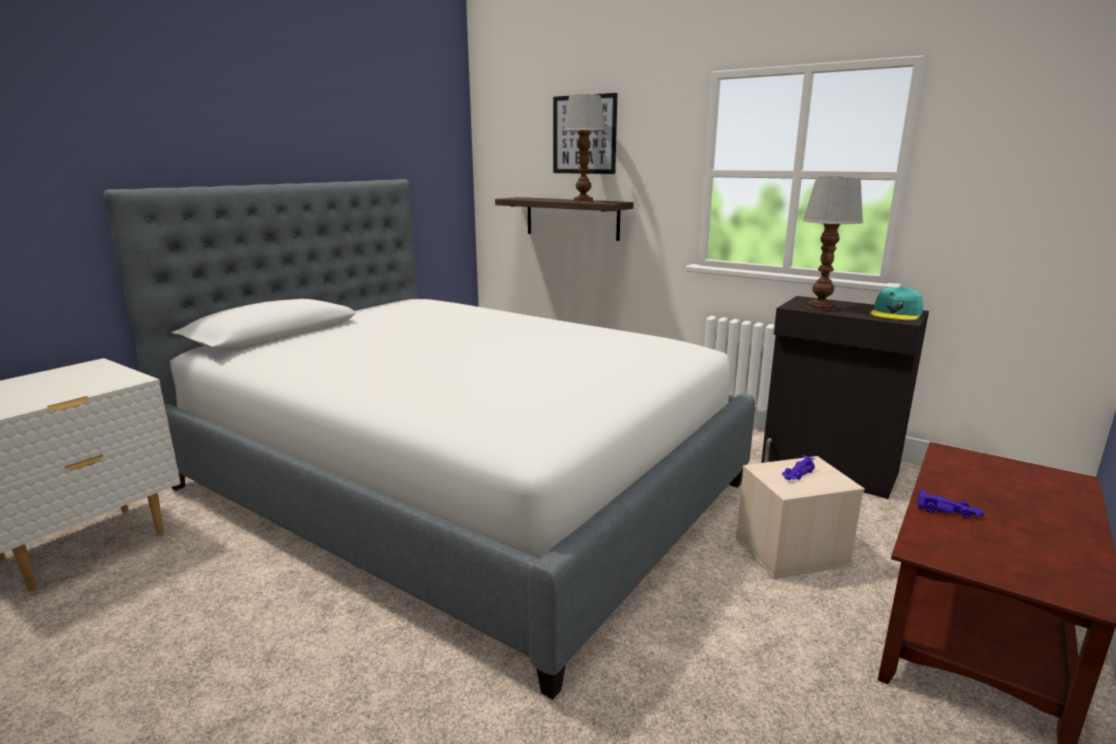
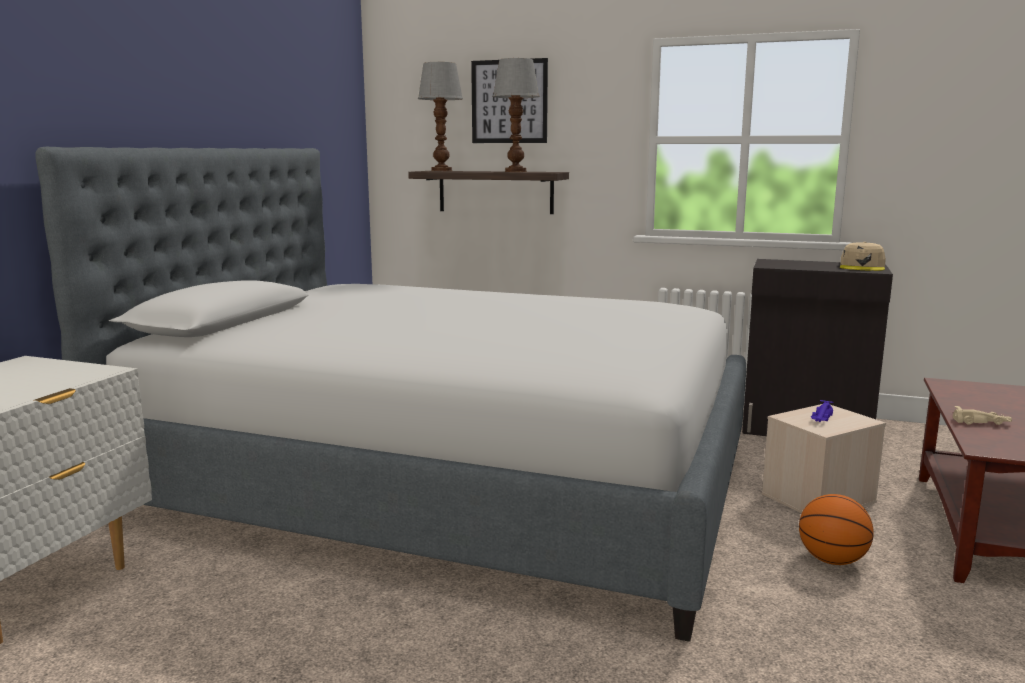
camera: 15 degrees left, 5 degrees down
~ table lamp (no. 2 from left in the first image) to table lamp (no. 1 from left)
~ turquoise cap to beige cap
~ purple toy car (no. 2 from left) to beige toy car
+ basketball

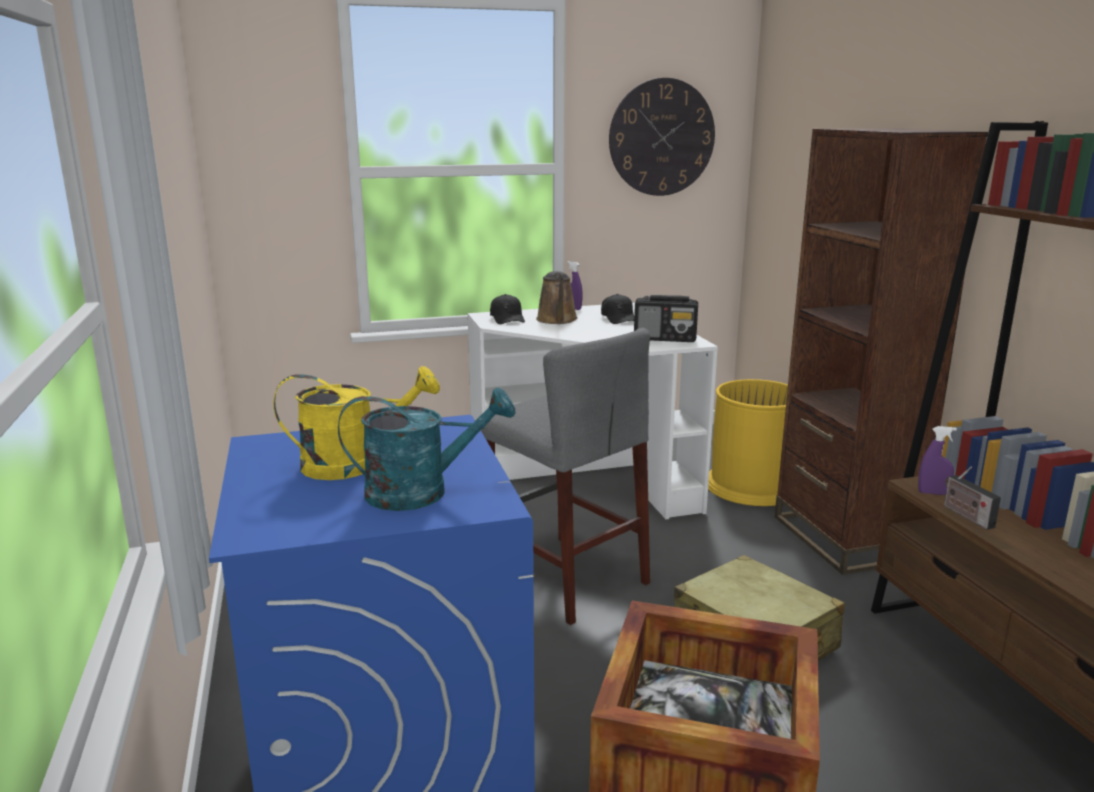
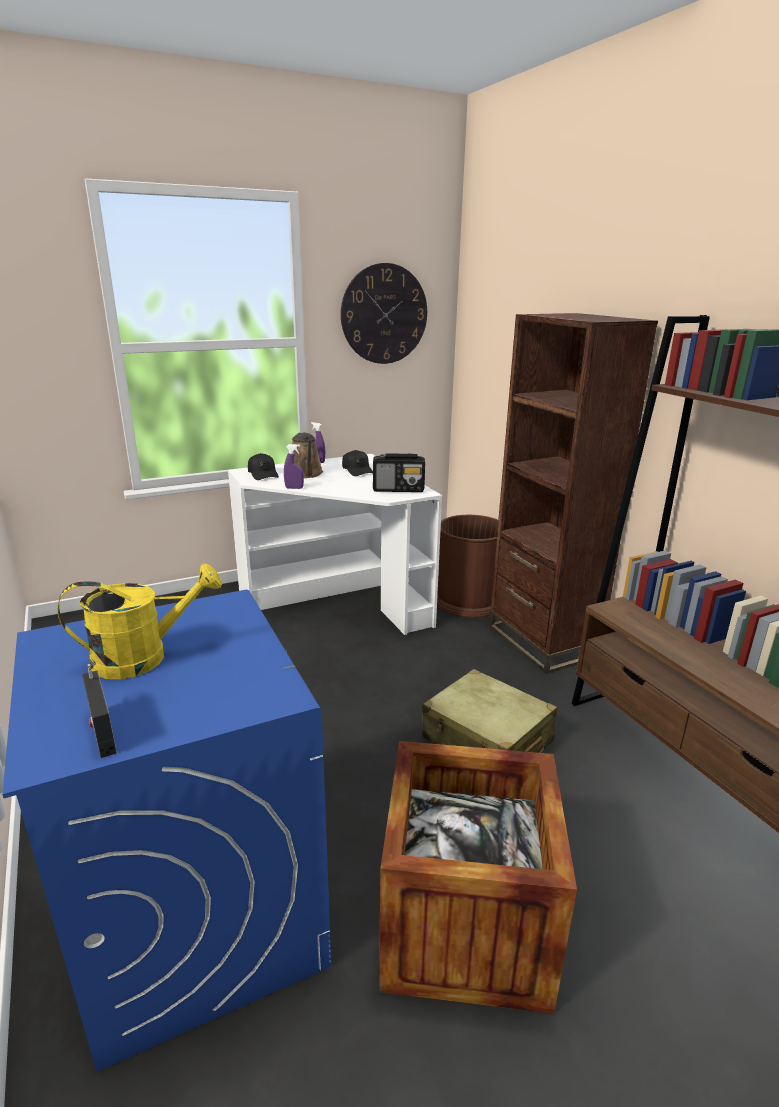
camera: 10 degrees left, 5 degrees up
- turquoise watering can
- grey stool
~ yellow trash can to brown trash can
~ purple spray bottle (no. 2 from left in the first image) to purple spray bottle (no. 1 from left)
~ radio (no. 2 from left in the first image) to radio (no. 1 from left)

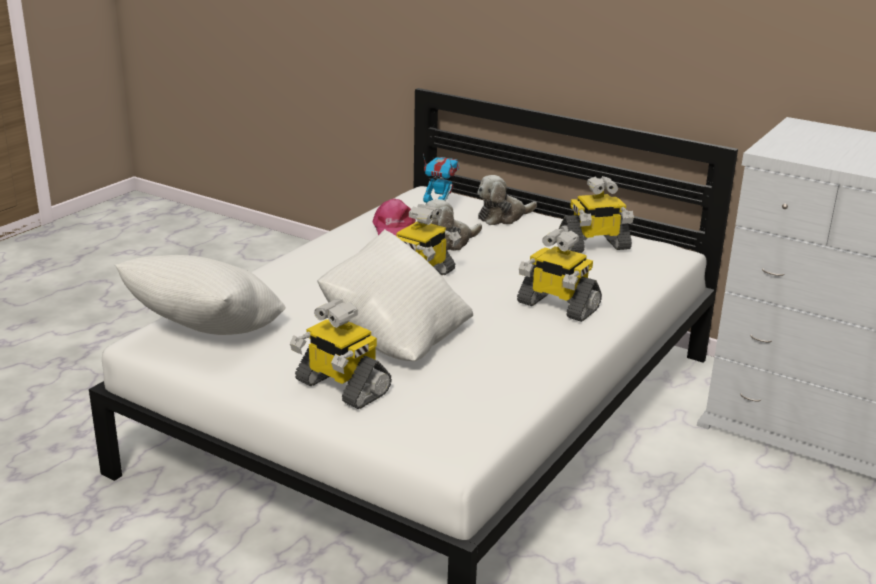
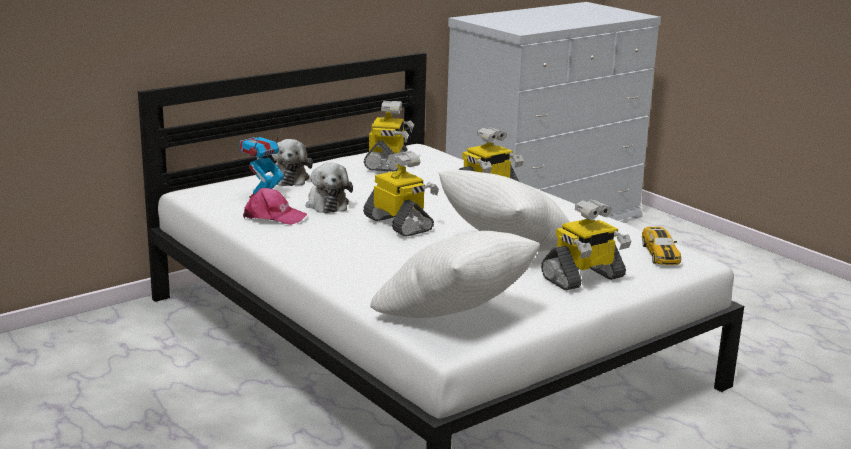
camera: 70 degrees left, 5 degrees down
+ toy car

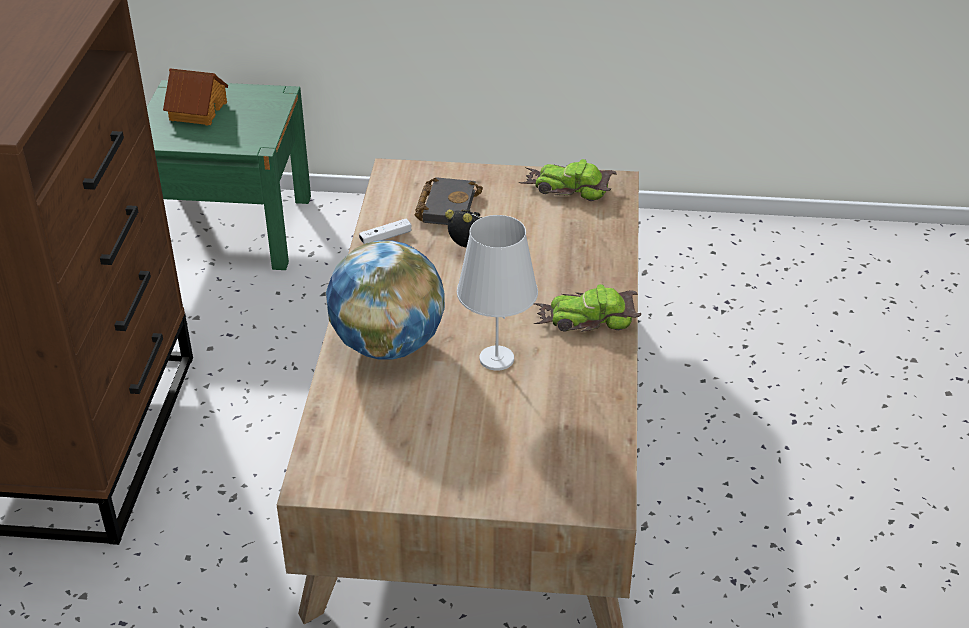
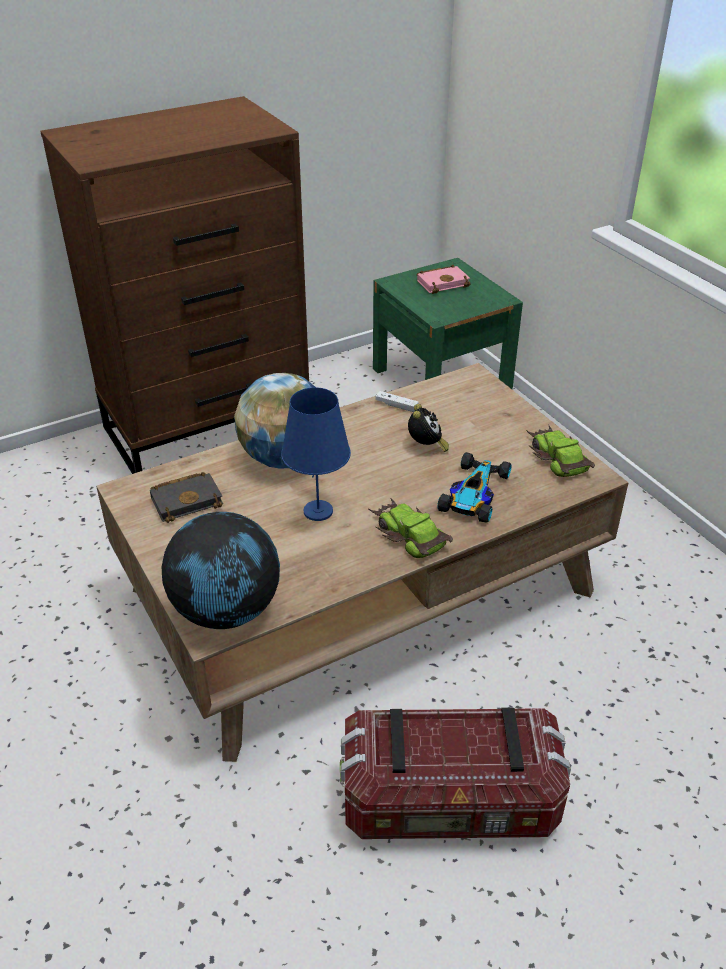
camera: 55 degrees right, 0 degrees up
~ toy house to pink book
~ black book
~ white table lamp to blue table lamp
+ globe (no. 1 from left)
+ storage box
+ toy car (no. 2 from left)

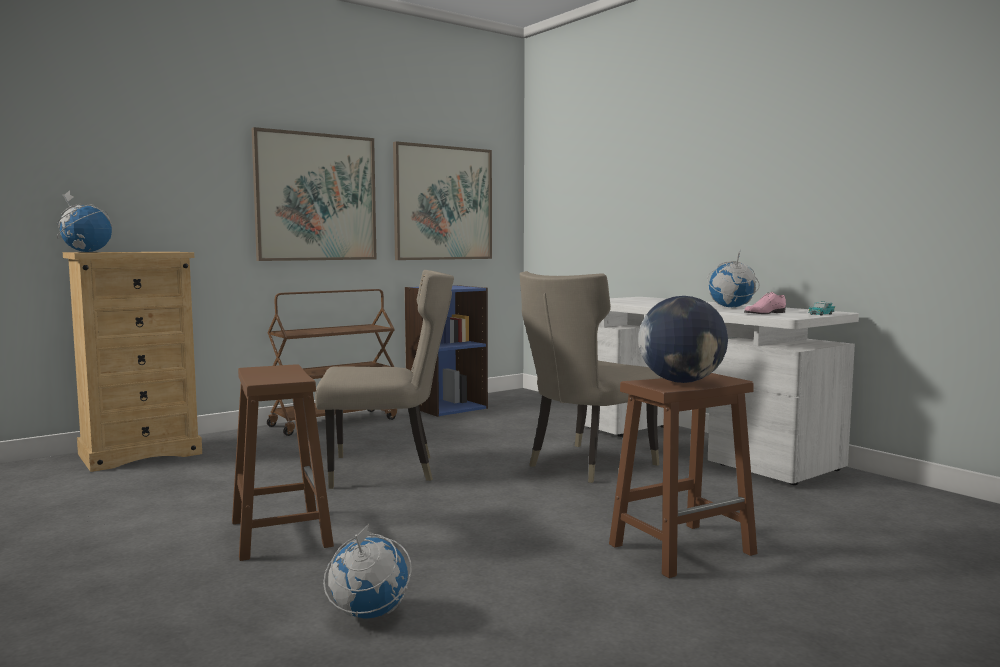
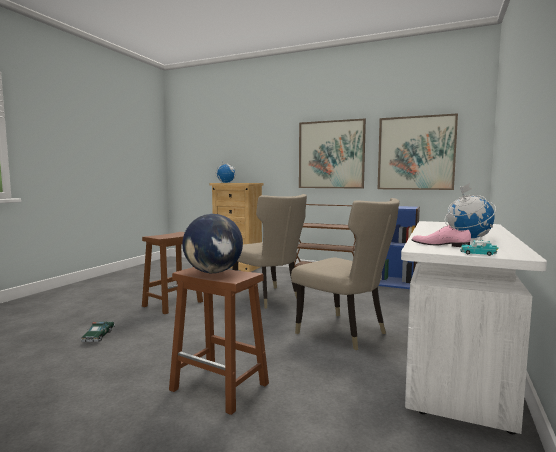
camera: 60 degrees right, 0 degrees up
~ globe (no. 2 from left) to toy car (no. 1 from left)
~ beige chair (no. 2 from left) 150 degrees counterclockwise

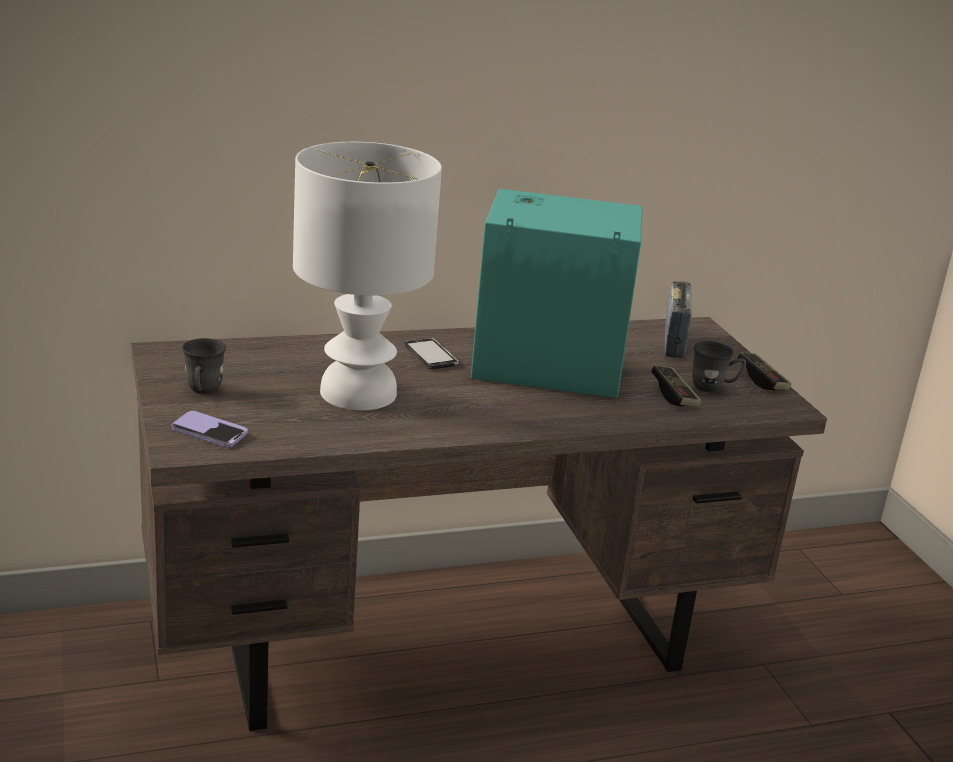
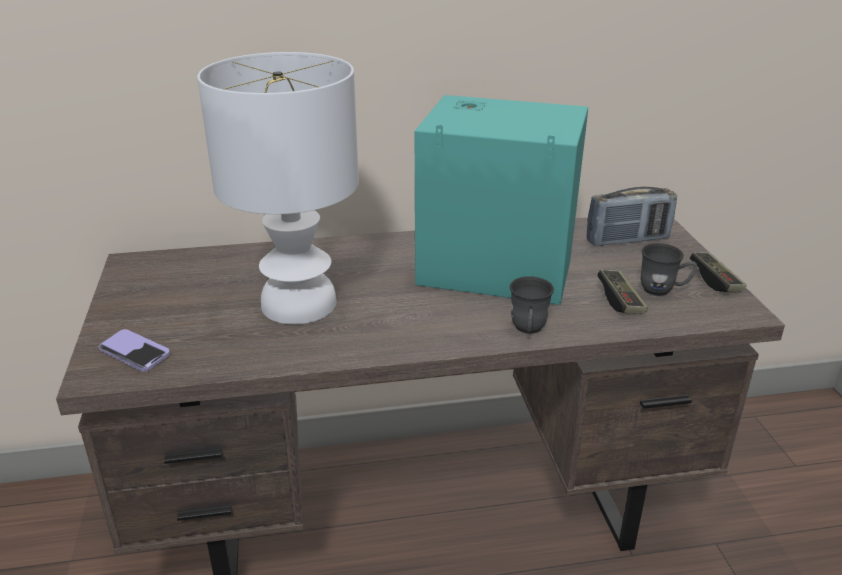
camera: 10 degrees right, 5 degrees up
~ grey mug (no. 1 from left)
- phone (no. 2 from left)
~ radio 60 degrees clockwise

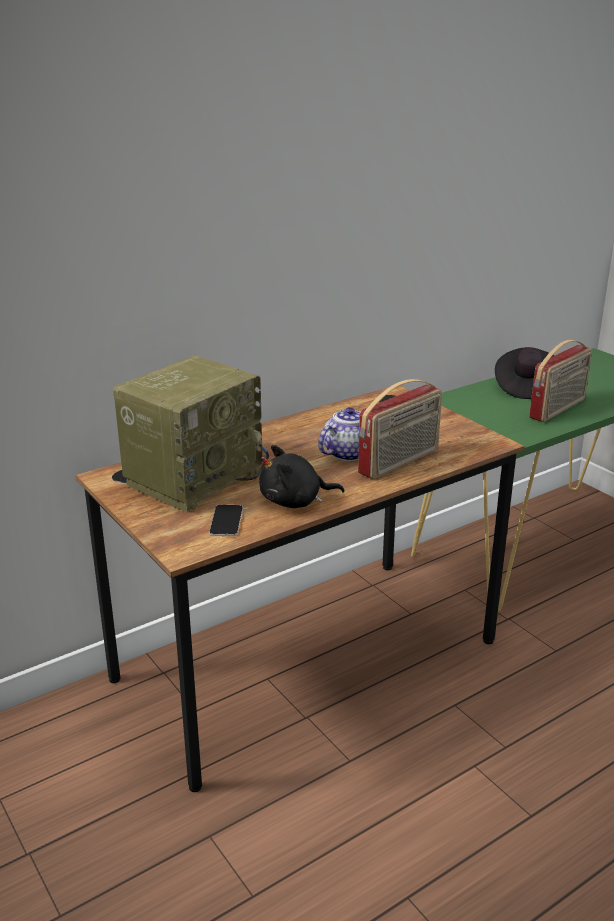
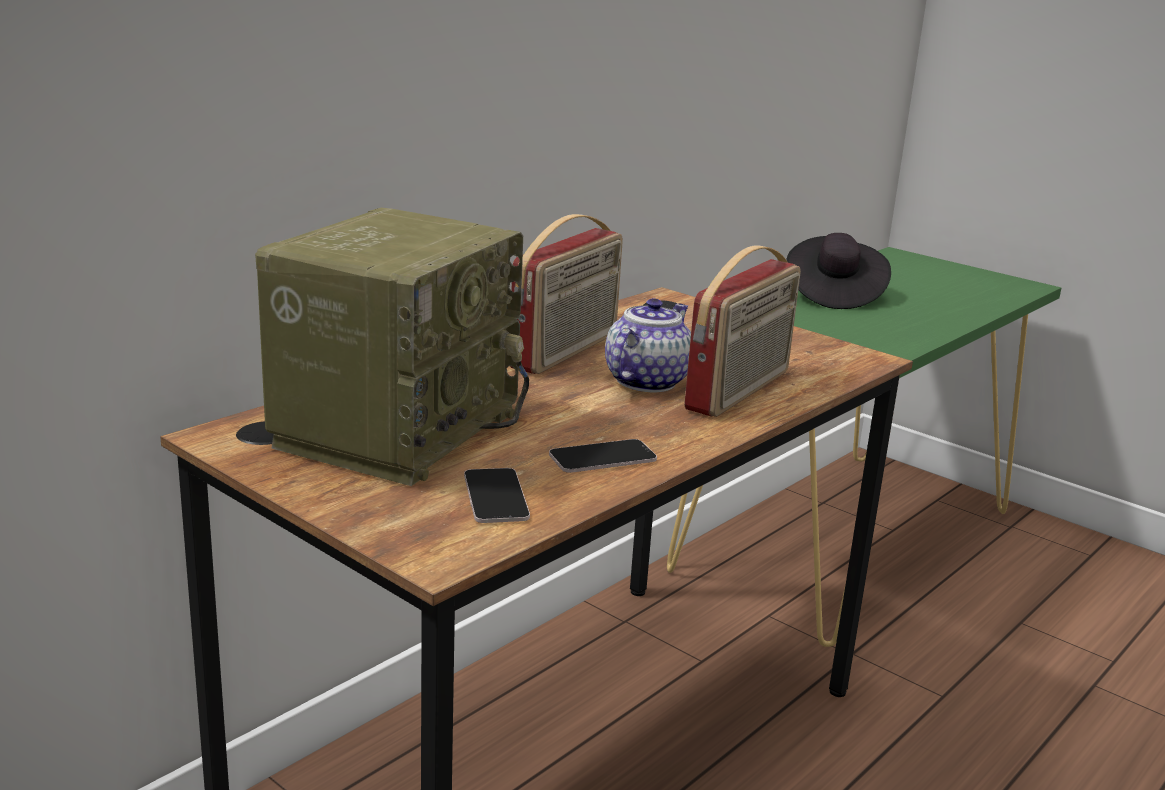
camera: 15 degrees left, 5 degrees down
~ black plush toy to phone (no. 2 from left)
~ radio (no. 3 from left in the first image) to radio (no. 2 from left)

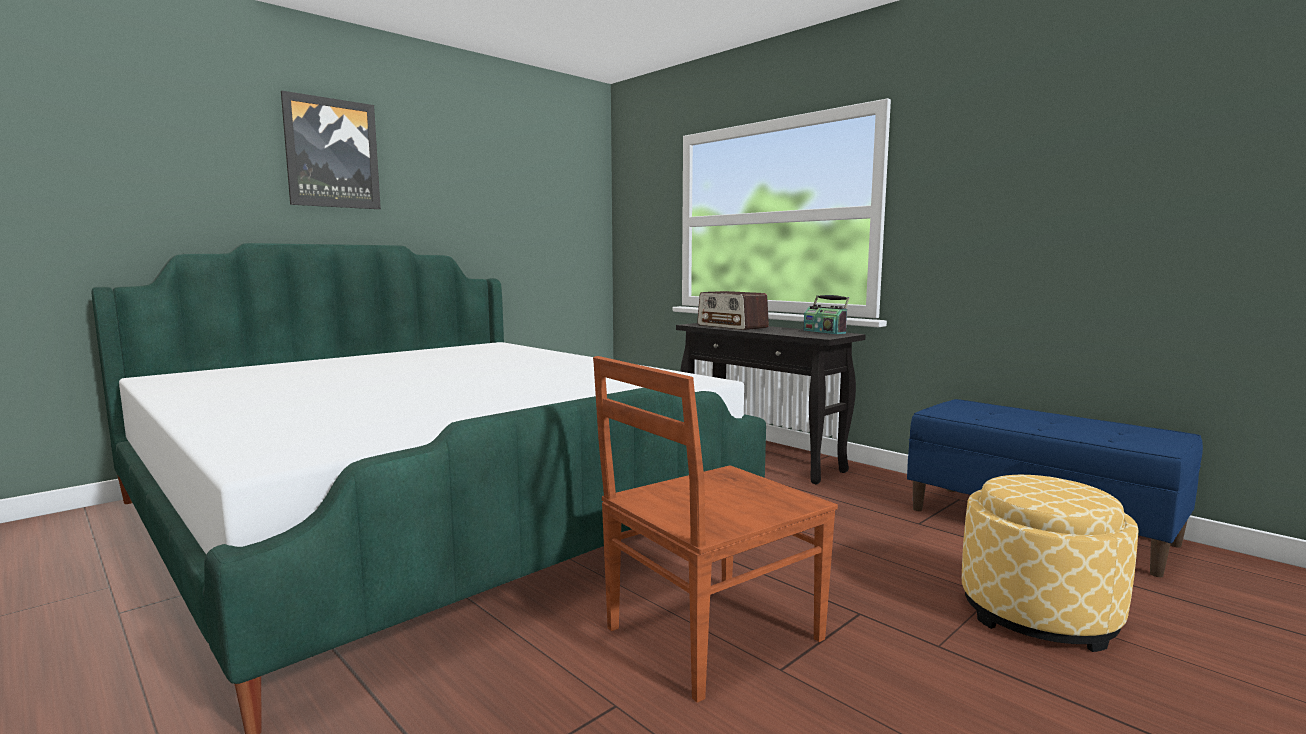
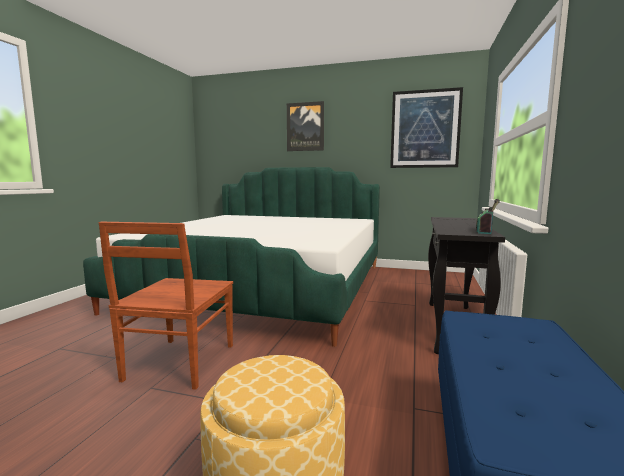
camera: 60 degrees right, 0 degrees up
~ brown chair 105 degrees counterclockwise
- radio (no. 1 from left)
+ picture (no. 2 from left)

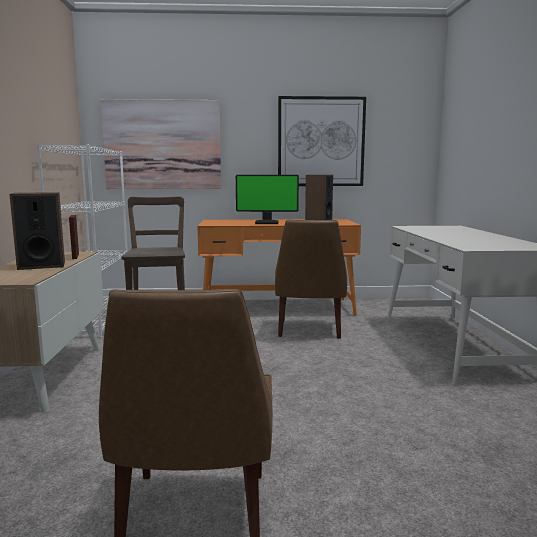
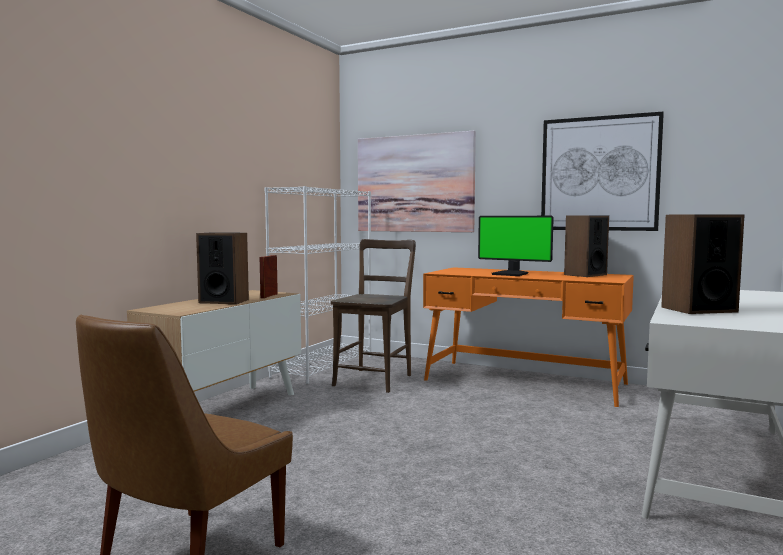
camera: 30 degrees right, 5 degrees down
- brown chair (no. 3 from left)
+ speaker (no. 3 from left)

